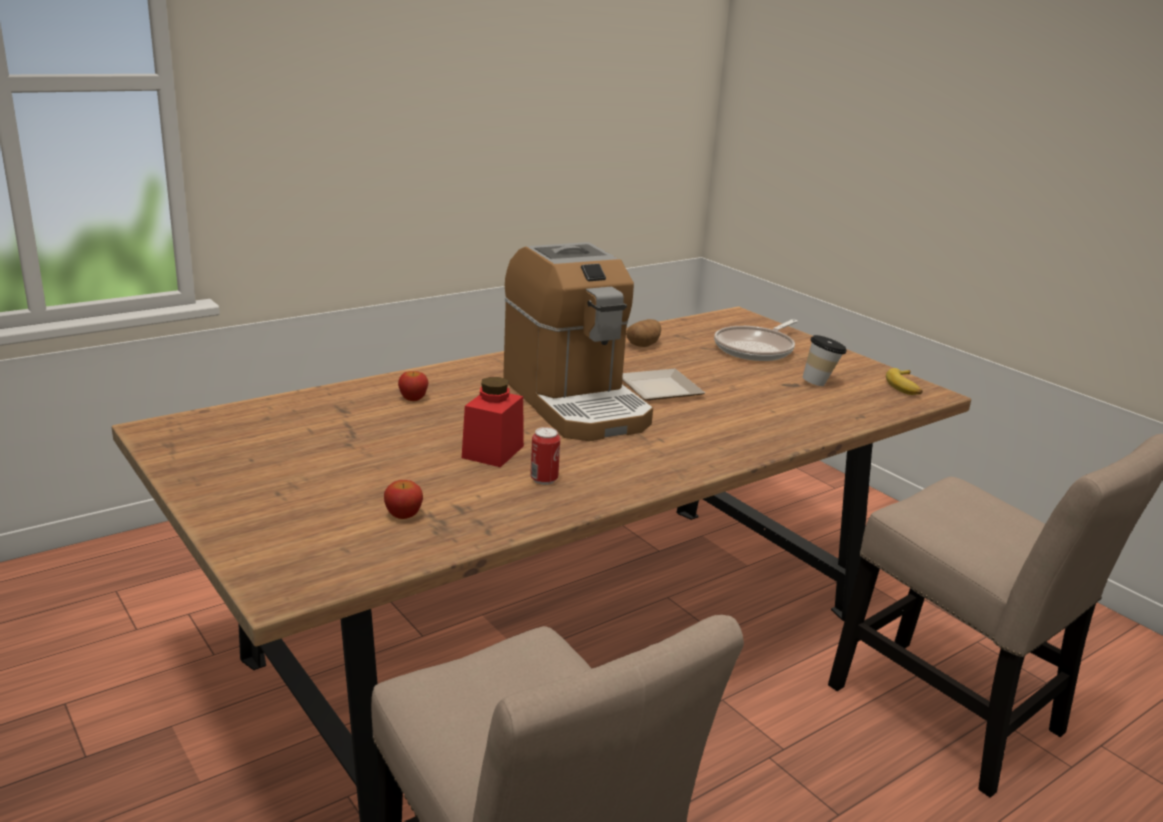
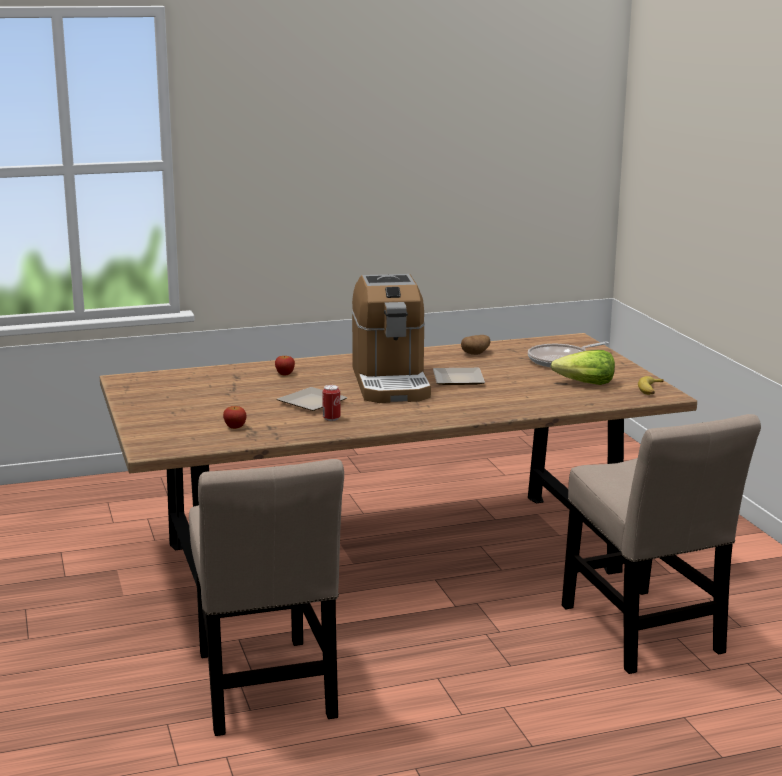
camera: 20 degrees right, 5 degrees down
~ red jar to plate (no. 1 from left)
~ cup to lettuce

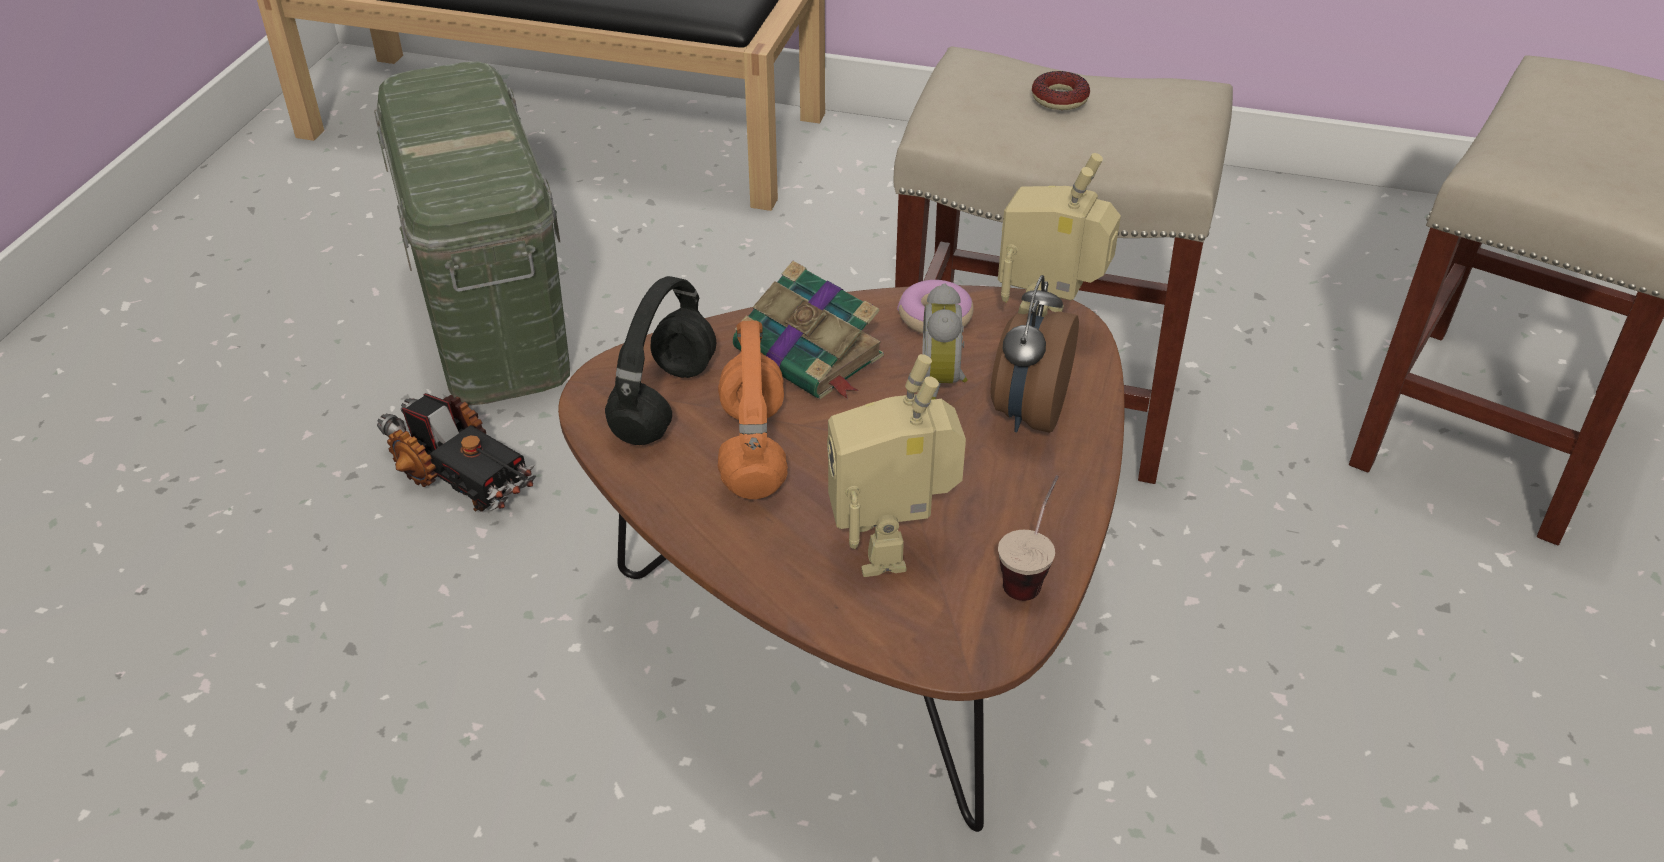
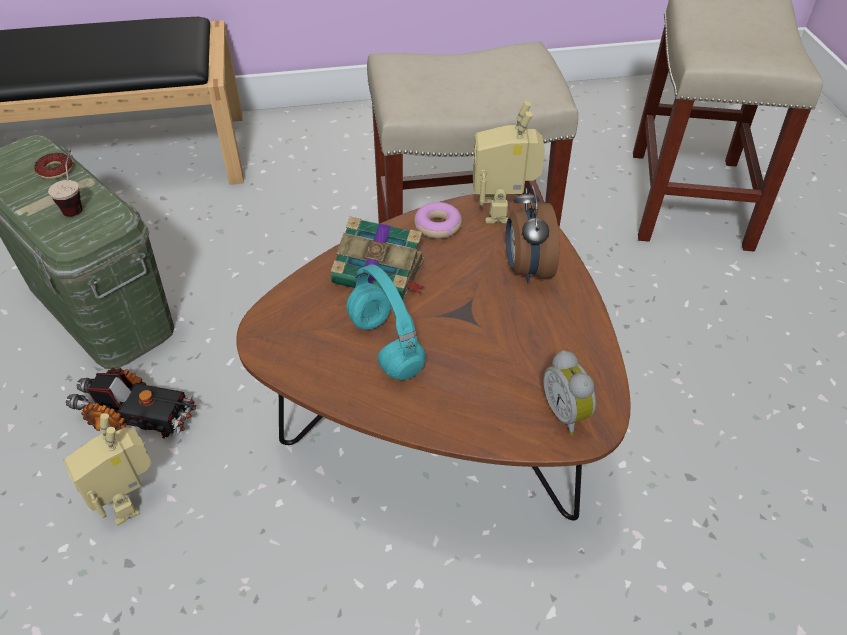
camera: 25 degrees left, 5 degrees up
- black headphones
~ orange headphones to turquoise headphones
~ toy robot (no. 1 from left)
~ alarm clock (no. 1 from left in the first image) to alarm clock (no. 2 from left)
~ cup
~ donut (no. 2 from left in the first image) to donut (no. 1 from left)

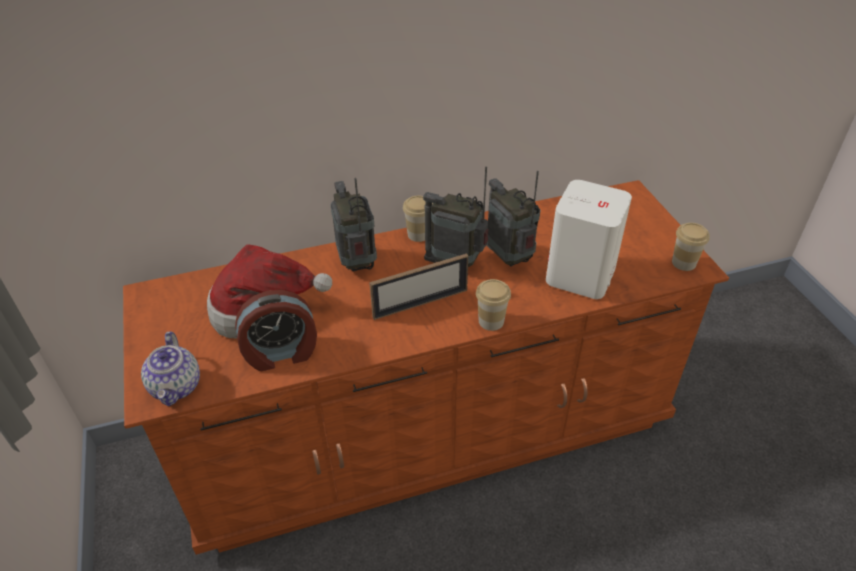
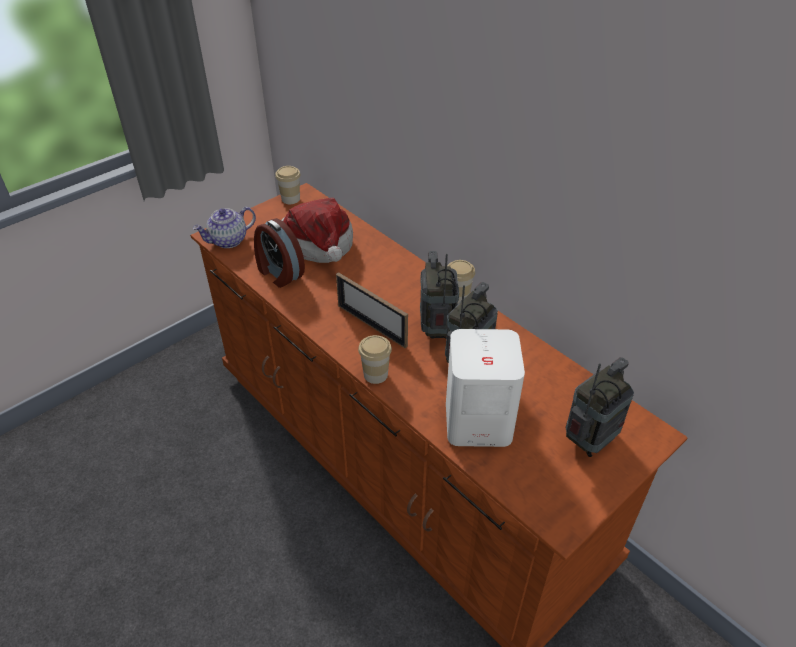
camera: 65 degrees right, 0 degrees up
~ radio (no. 1 from left in the first image) to radio (no. 3 from left)
~ cup (no. 3 from left in the first image) to cup (no. 1 from left)

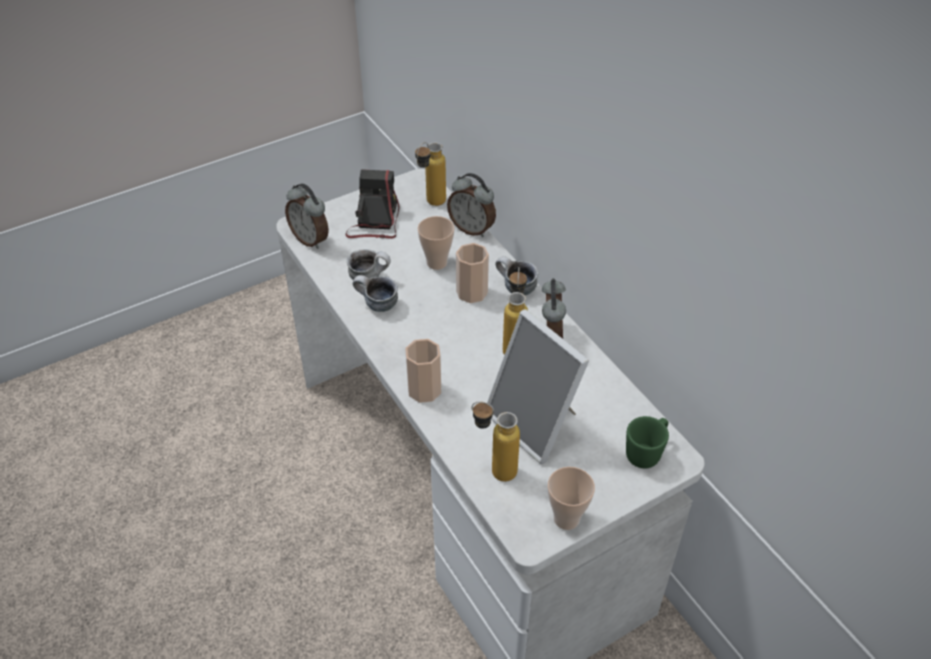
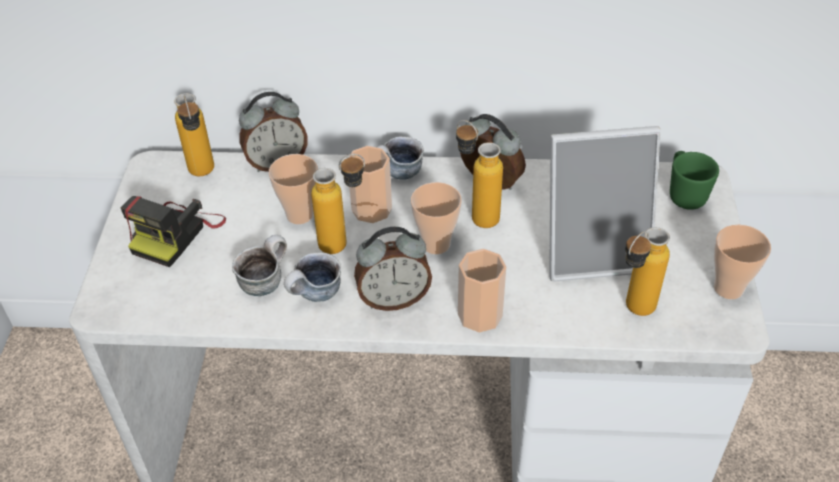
camera: 55 degrees left, 0 degrees up
~ alarm clock (no. 1 from left in the first image) to alarm clock (no. 2 from left)
~ photo camera 105 degrees counterclockwise
+ bottle (no. 2 from left)
+ cup (no. 3 from left)

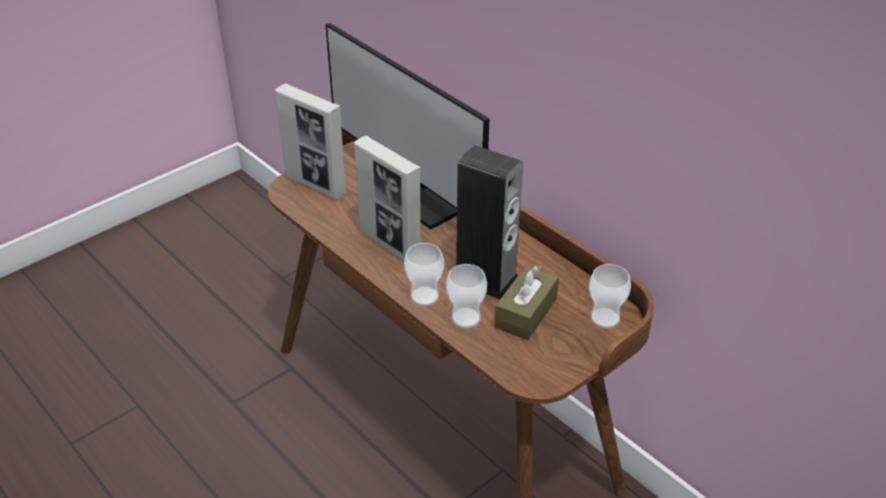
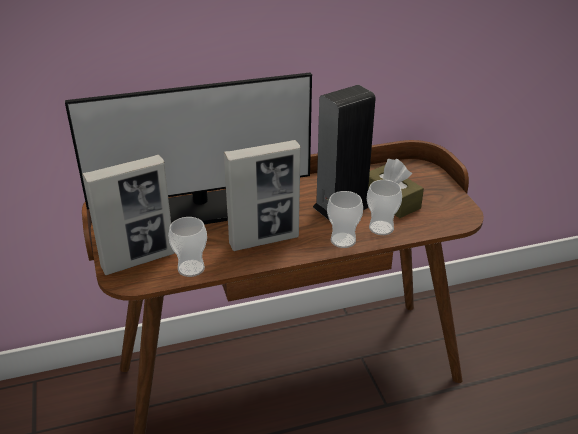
camera: 65 degrees left, 5 degrees down
~ cup (no. 3 from left in the first image) to cup (no. 1 from left)

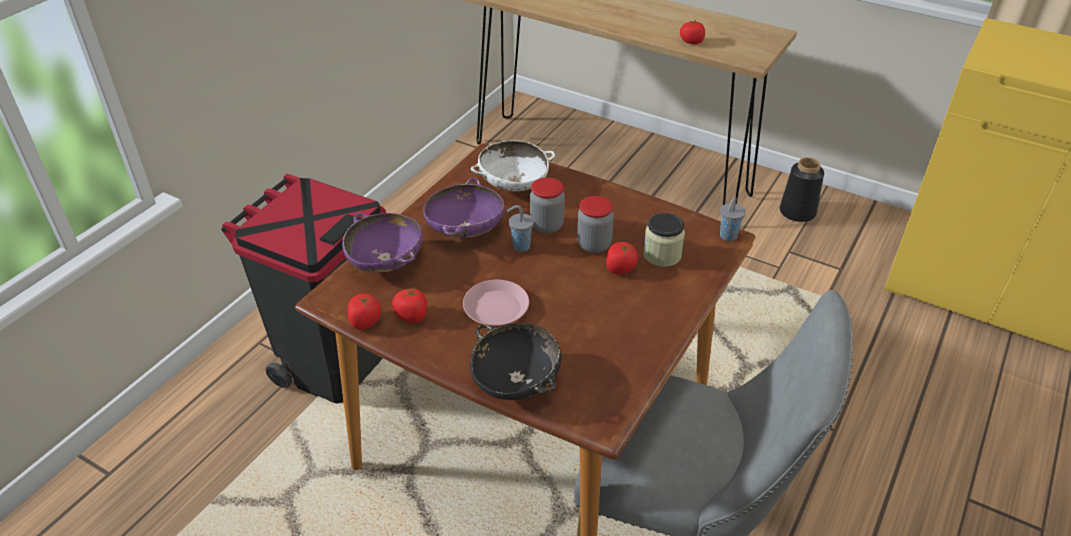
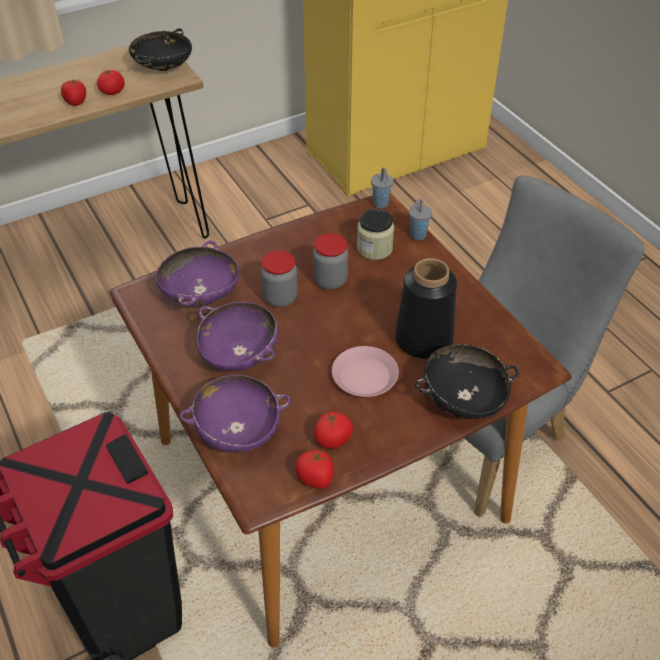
camera: 60 degrees left, 5 degrees up
~ white bowl to purple bowl (no. 1 from left)
~ grey cup (no. 1 from left in the first image) to grey cup (no. 2 from left)
~ tomato (no. 3 from left in the first image) to tomato (no. 1 from left)
~ black vase
+ black bowl (no. 1 from left)

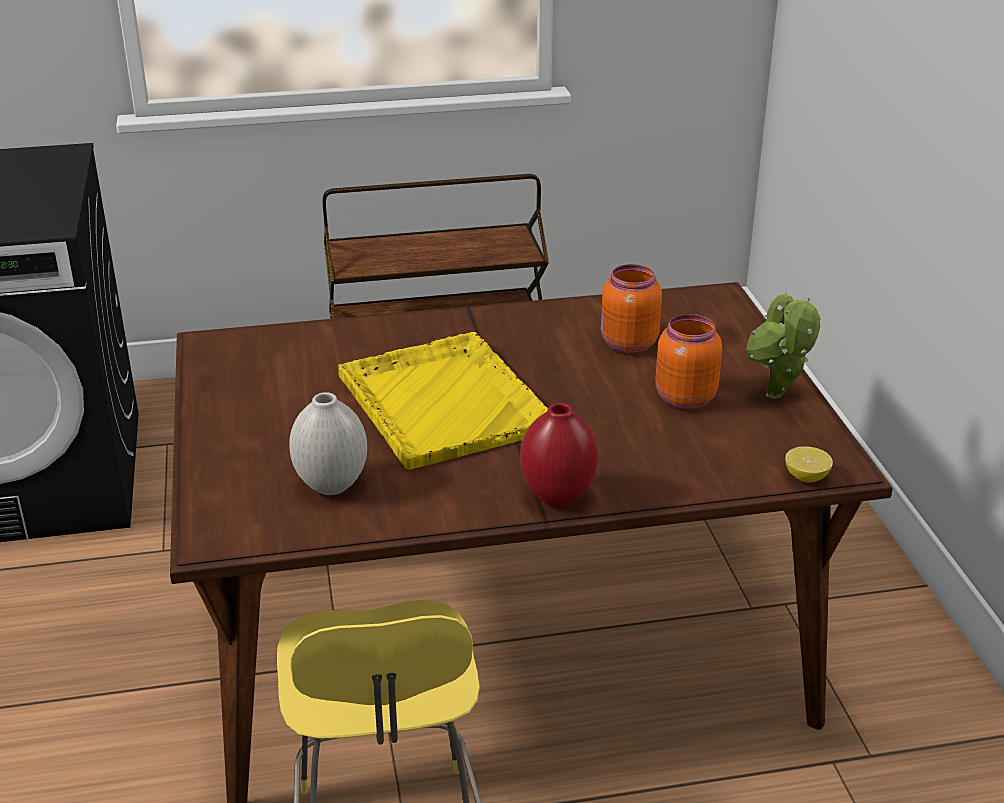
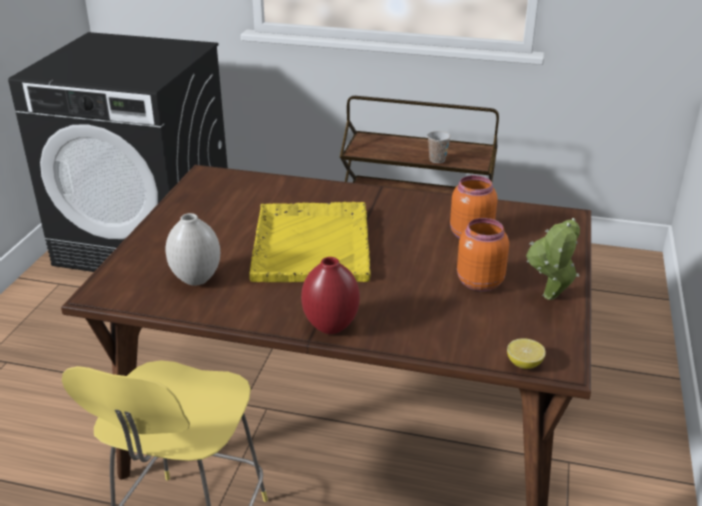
camera: 25 degrees right, 0 degrees up
+ cup

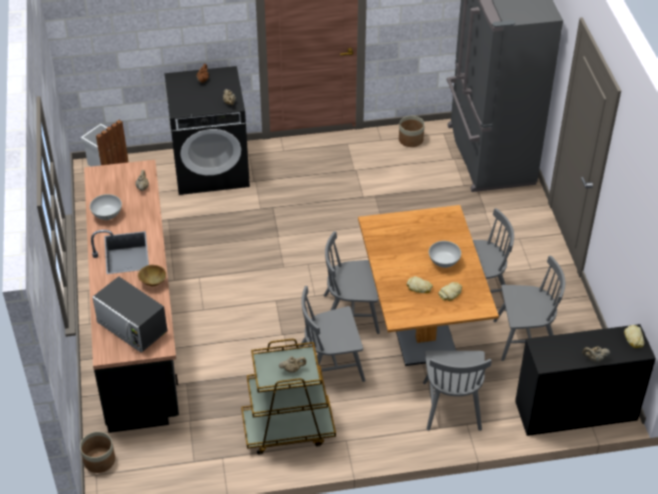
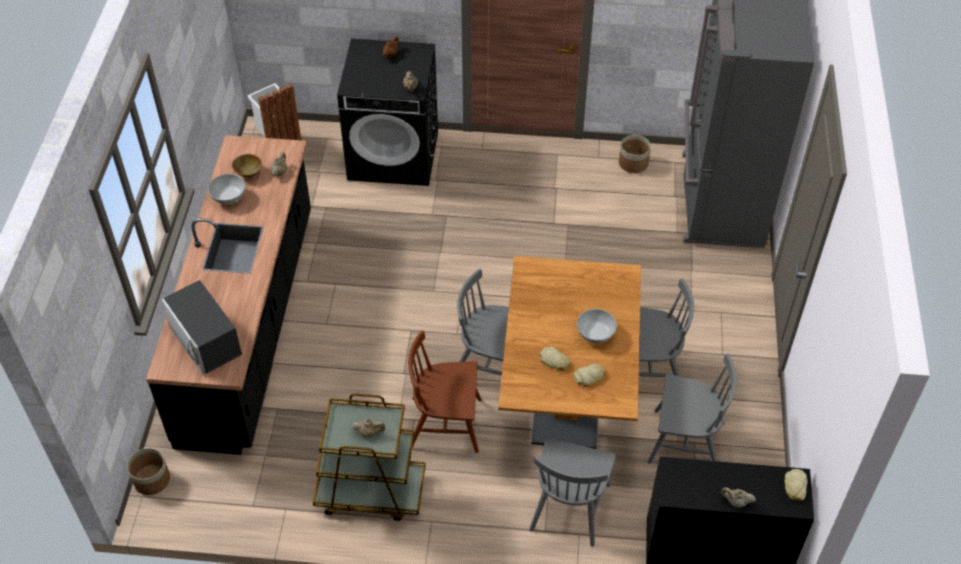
camera: 15 degrees right, 5 degrees up
~ brown bowl
~ grey chair (no. 1 from left) to brown chair

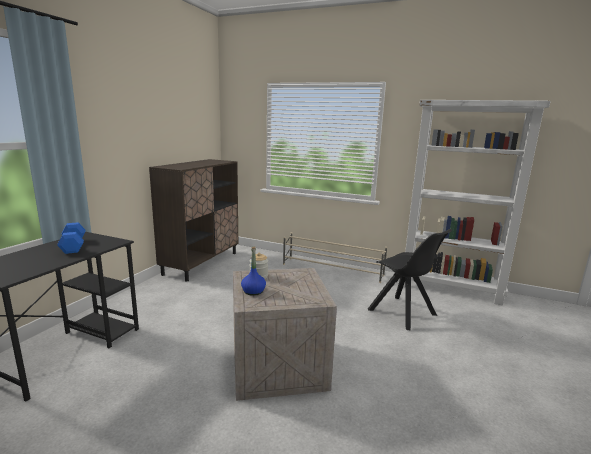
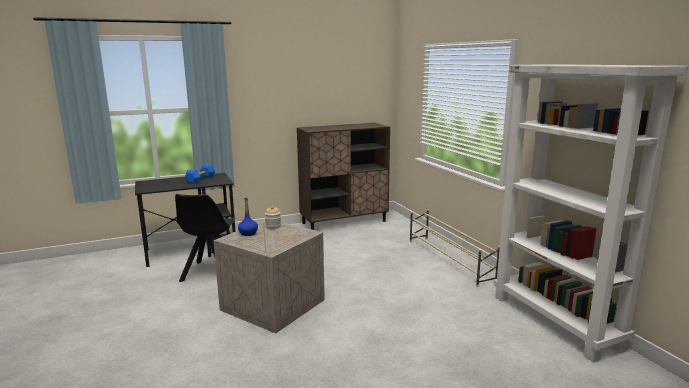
camera: 45 degrees right, 0 degrees up
~ black chair

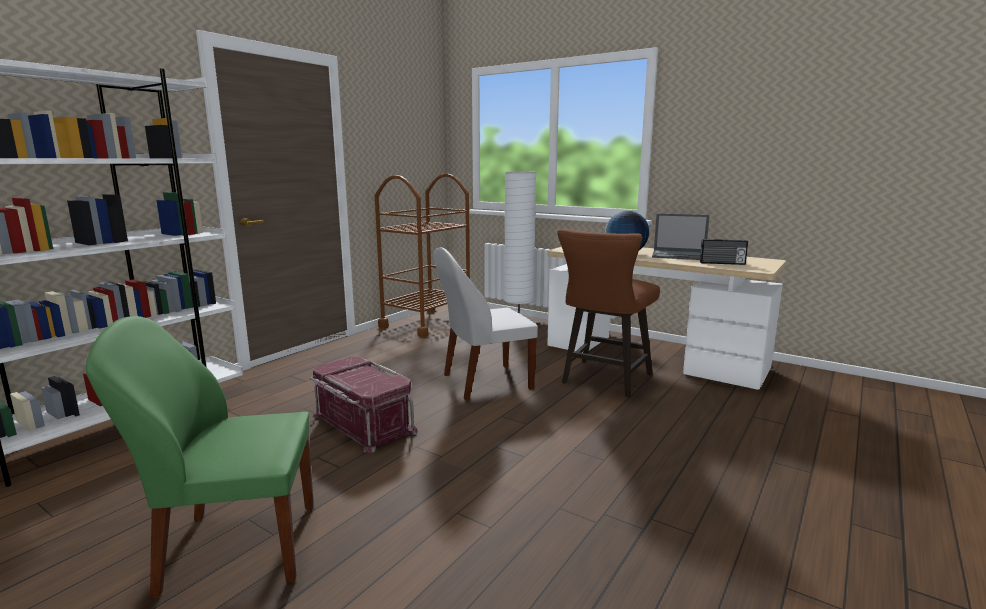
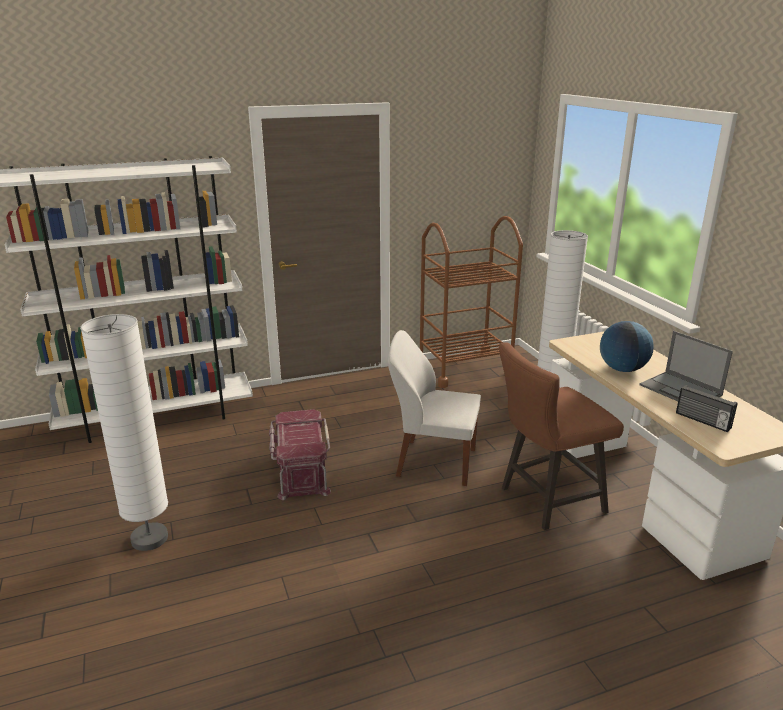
camera: 35 degrees right, 10 degrees up
~ green chair to white floor lamp (no. 1 from left)

